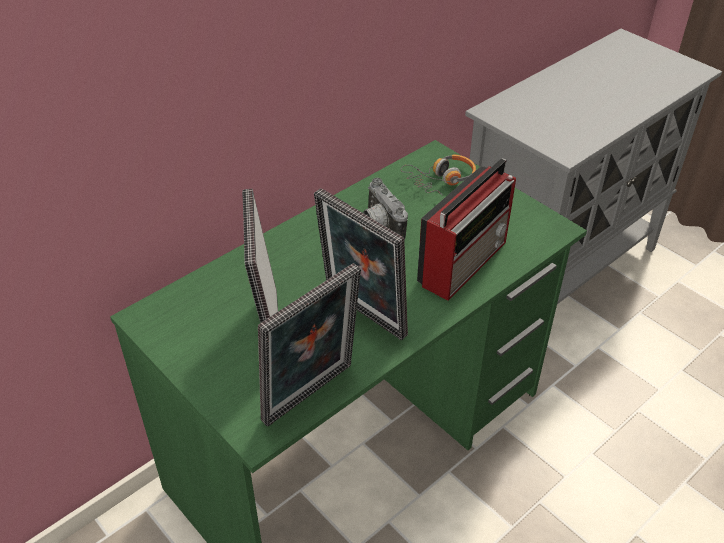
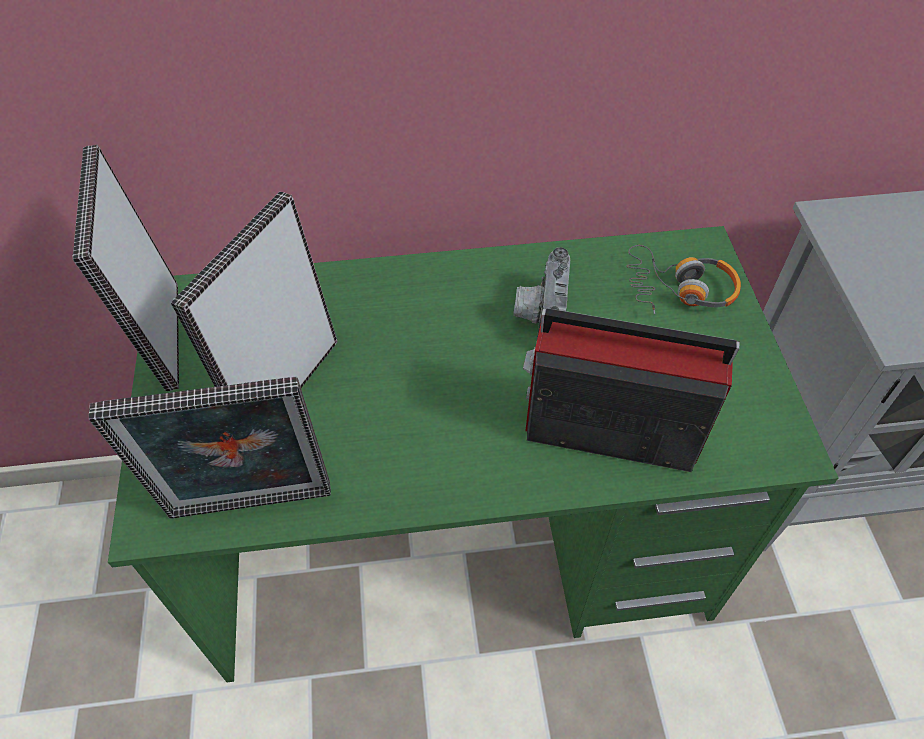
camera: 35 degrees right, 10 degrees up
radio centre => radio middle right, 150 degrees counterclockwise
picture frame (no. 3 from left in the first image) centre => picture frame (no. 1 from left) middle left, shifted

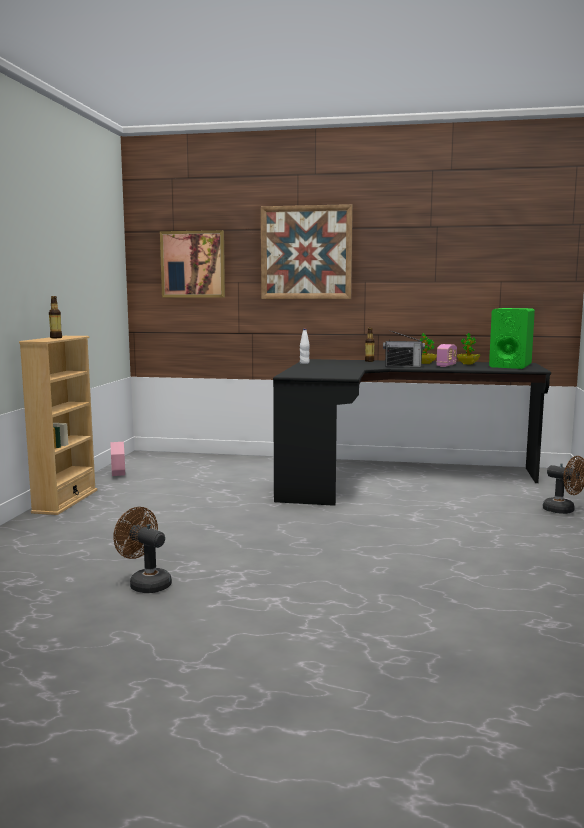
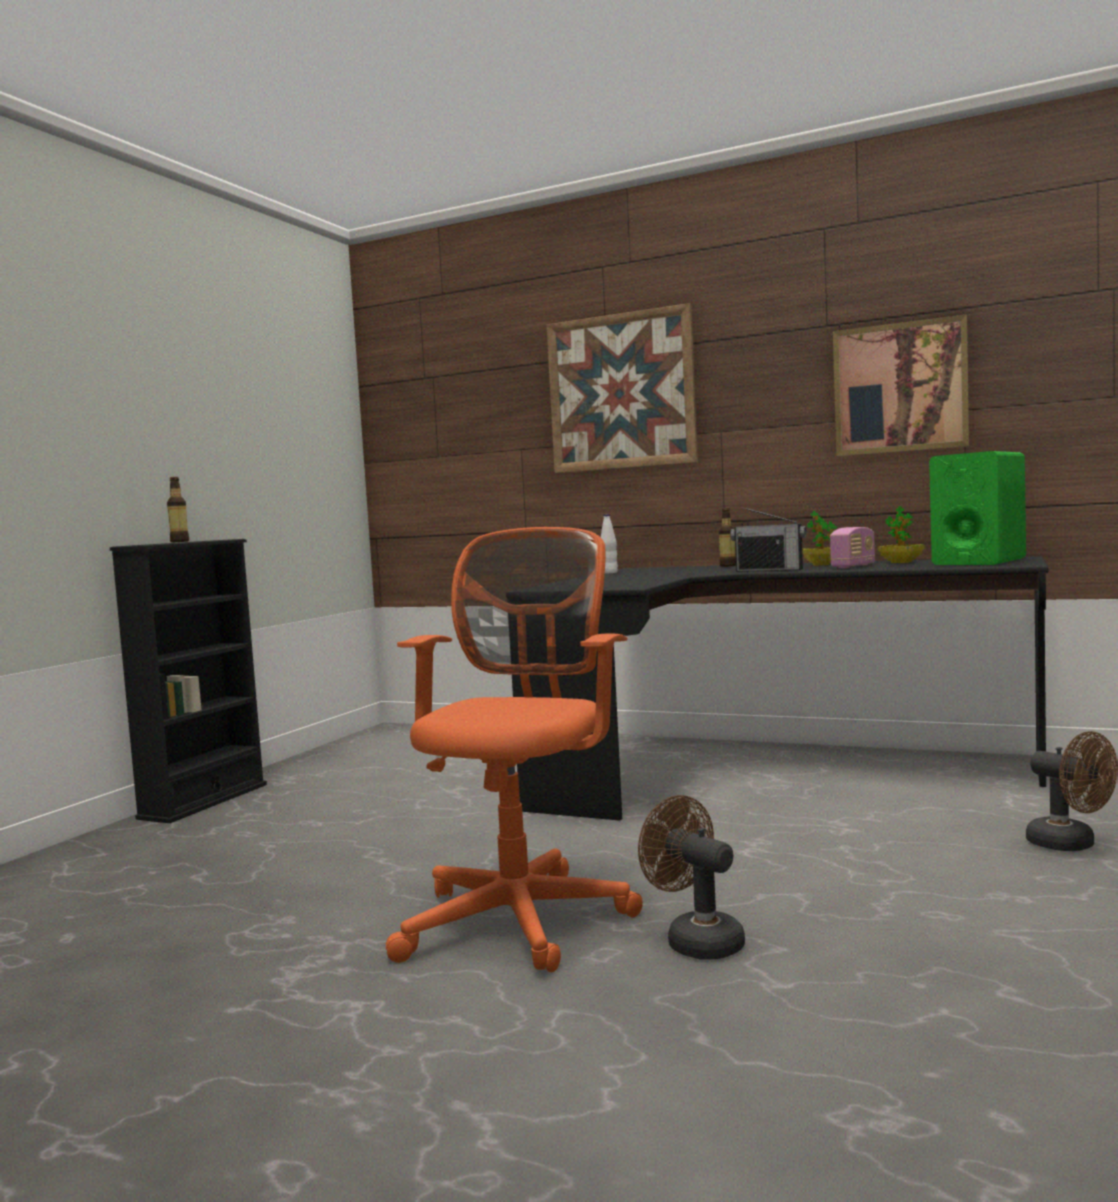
camera: 15 degrees right, 5 degrees down
picture (no. 1 from left in the first image) top left => picture (no. 2 from left) top right, shifted
beige bookcase middle left => black bookcase middle left
pink planter middle left => nothing
brown fan (no. 1 from left) middle left => brown fan (no. 1 from left) bottom centre, shifted
nothing => orange office chair centre

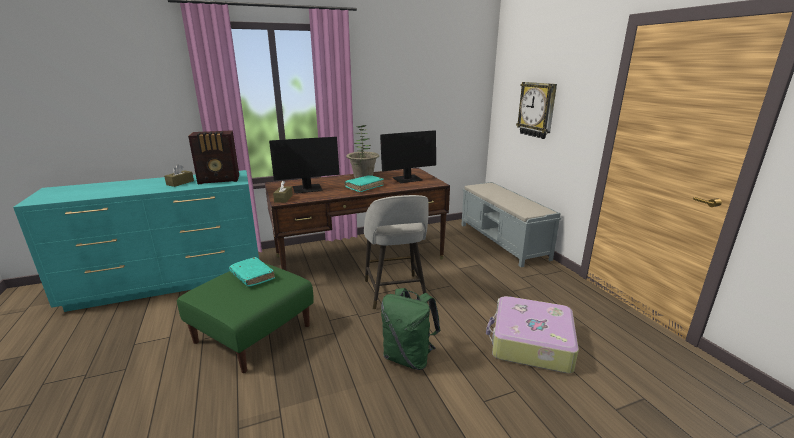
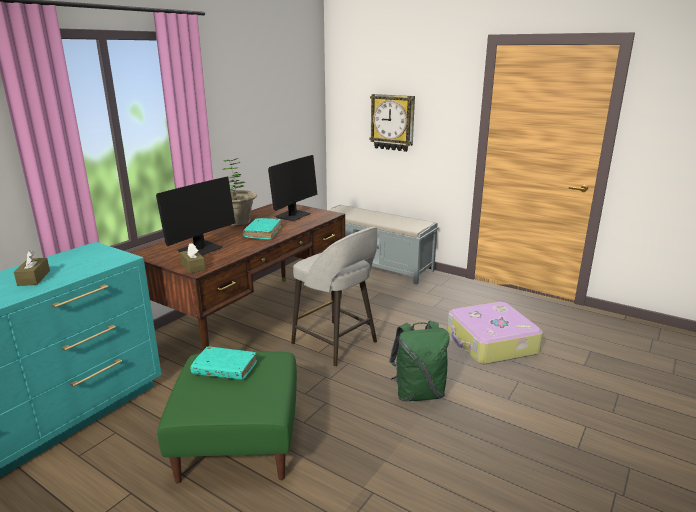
camera: 35 degrees left, 0 degrees up
radio middle left => nothing

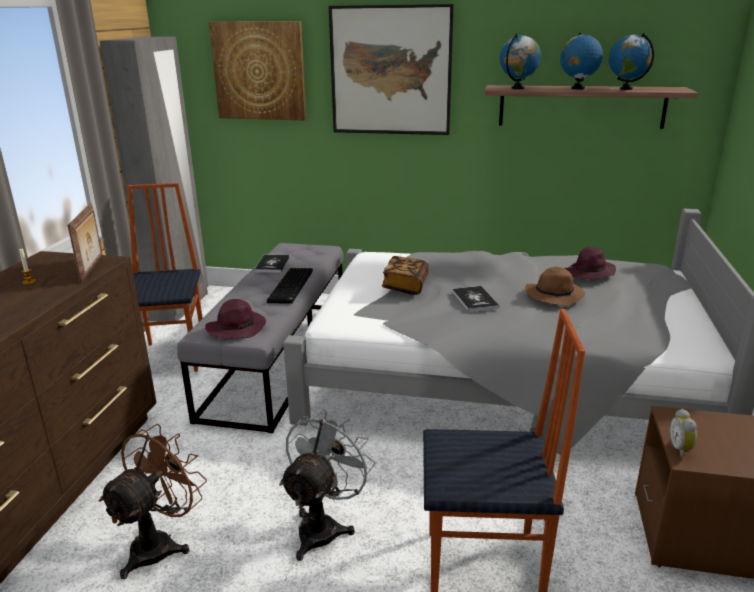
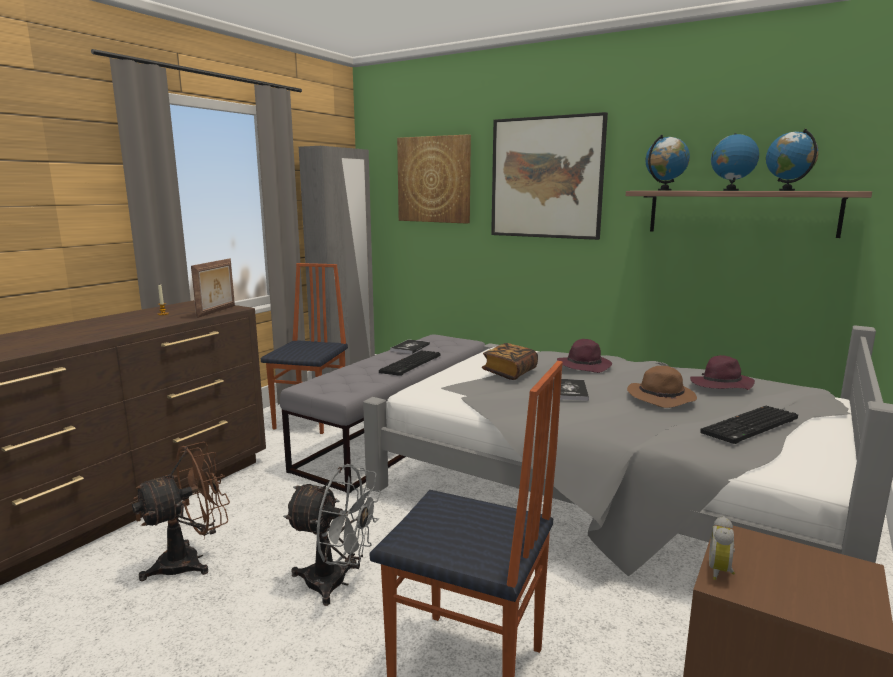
camera: 20 degrees right, 10 degrees down
purple hat (no. 1 from left) middle left => purple hat (no. 1 from left) centre, shifted
grey fan bottom centre, 60 degrees clockwise
nothing => keyboard (no. 2 from left) middle right

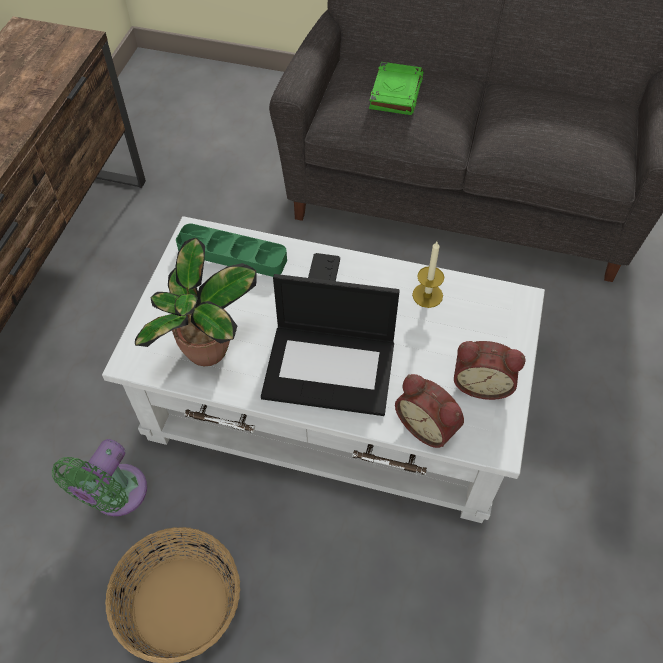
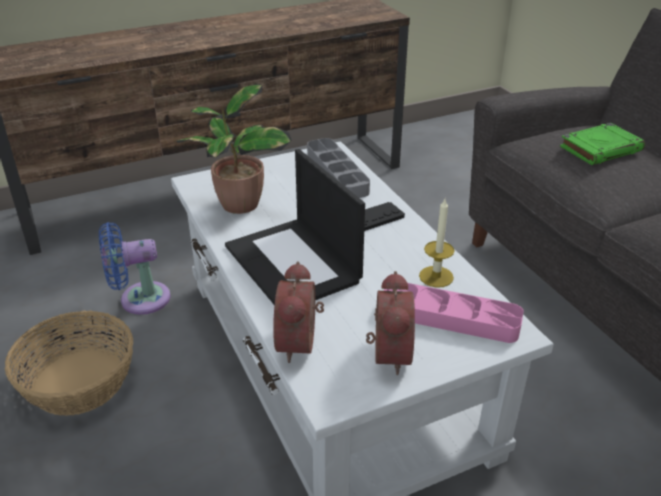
camera: 50 degrees right, 20 degrees down
green tray centre => grey tray centre
alarm clock (no. 2 from left) middle right => alarm clock (no. 2 from left) centre, 150 degrees counterclockwise
green fan bottom left => blue fan middle left
nothing => pink tray middle right

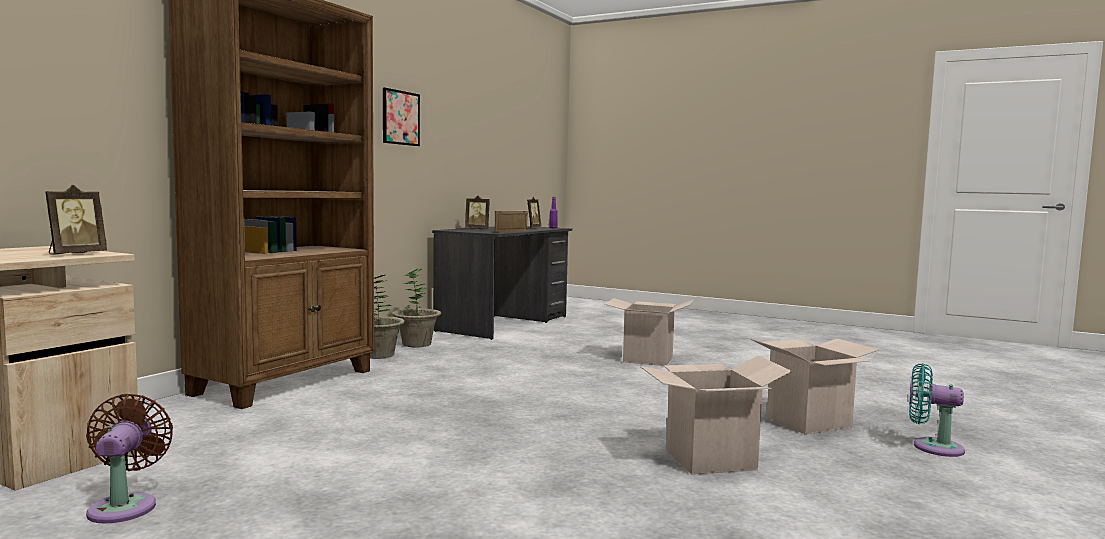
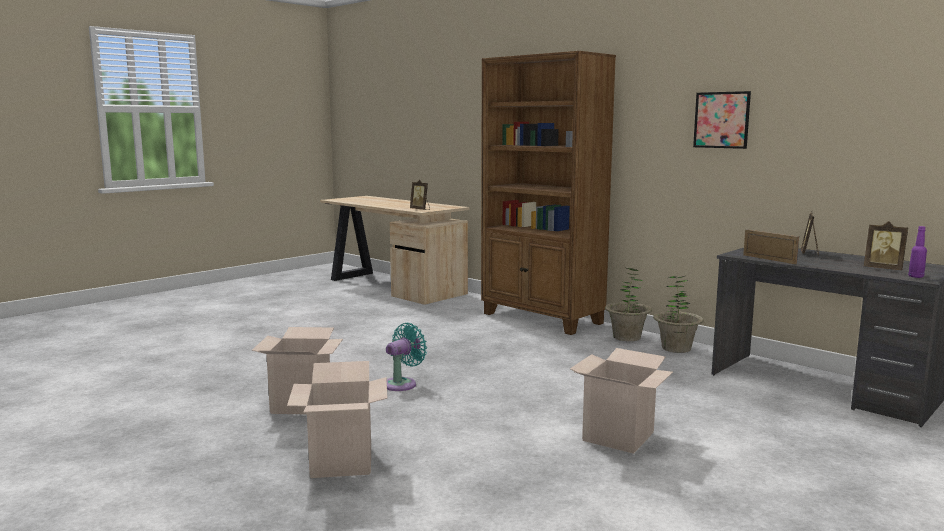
camera: 105 degrees right, 5 degrees up
turquoise fan bottom right => turquoise fan bottom centre, shifted
brown fan bottom left => nothing

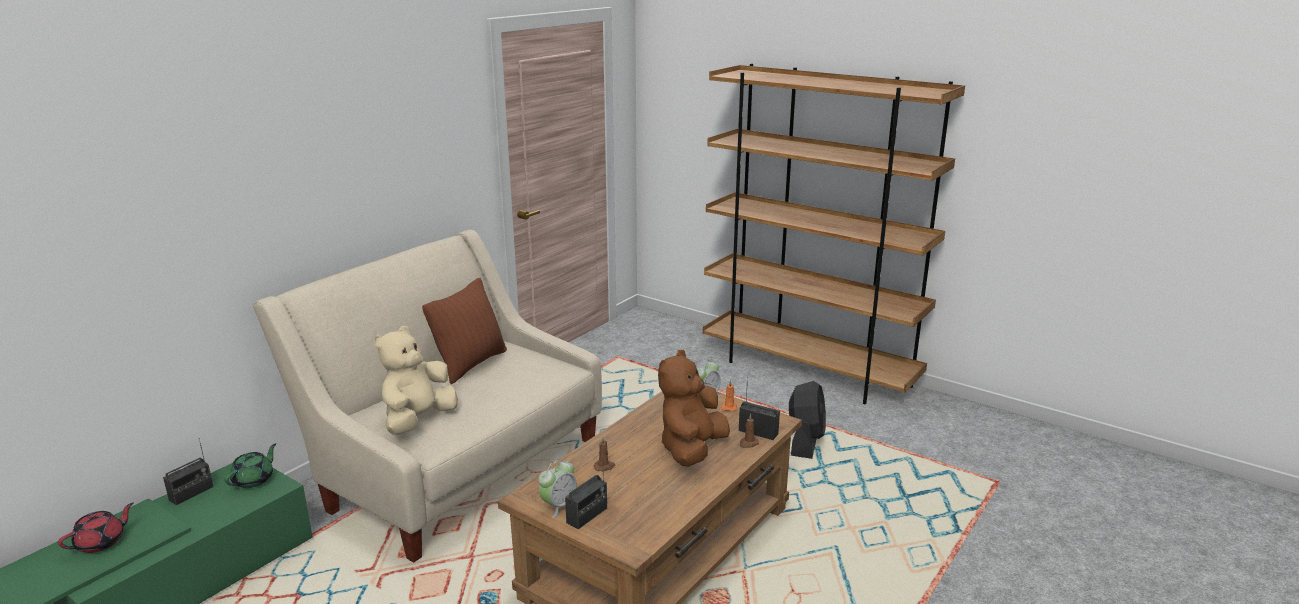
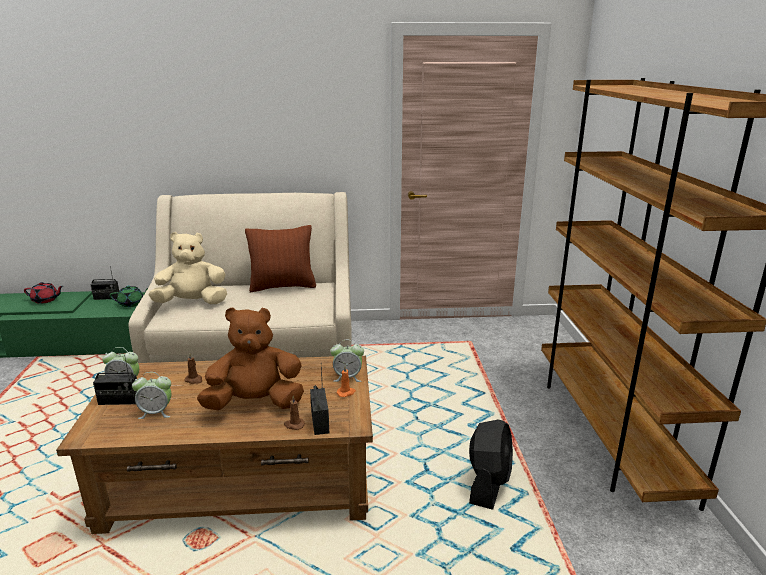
camera: 50 degrees right, 0 degrees up
black fan bottom centre, 45 degrees counterclockwise
nothing => alarm clock (no. 2 from left) bottom left

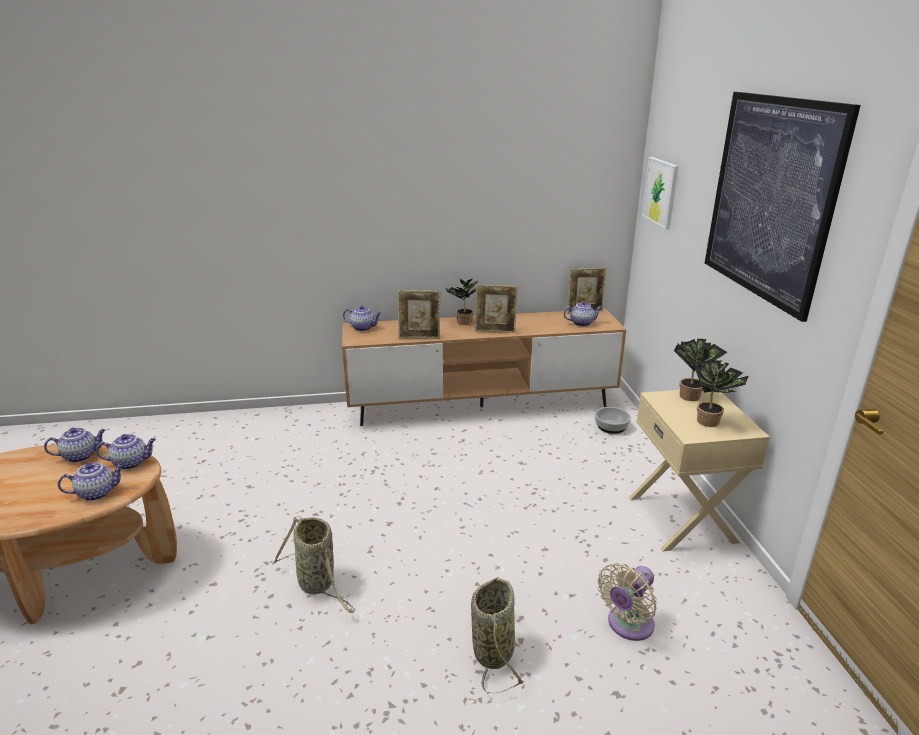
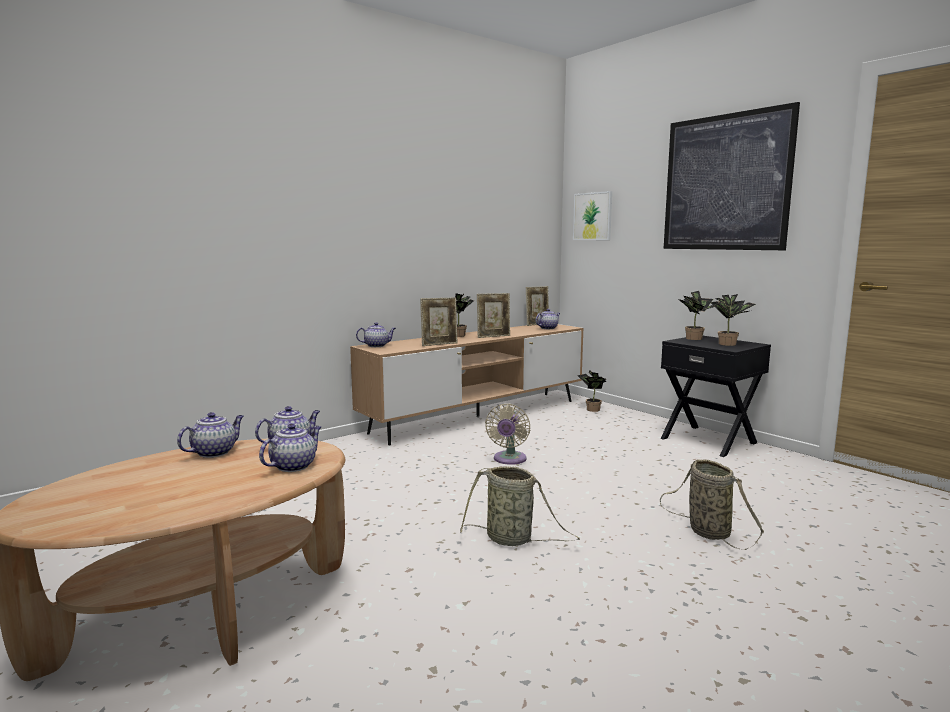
camera: 30 degrees left, 15 degrees down
beige nightstand middle right => black nightstand middle right
bowl middle right => potted plant (no. 2 from left) centre
beige fan bottom right => beige fan centre, shifted

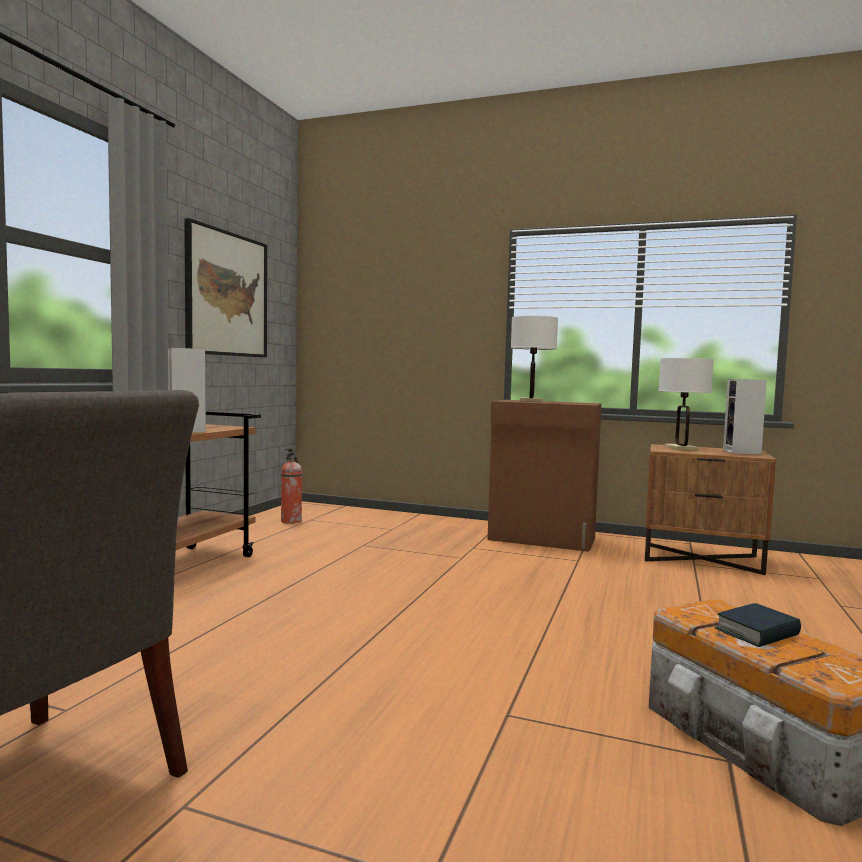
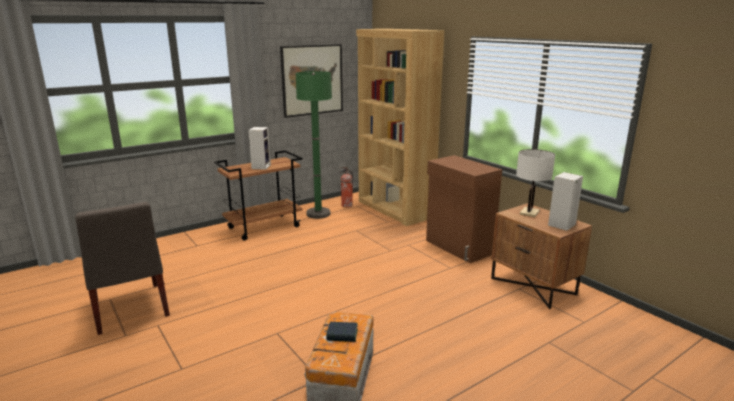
camera: 35 degrees right, 15 degrees up
white table lamp (no. 1 from left) centre => nothing
nothing => brown bookcase top centre
nothing => green floor lamp centre

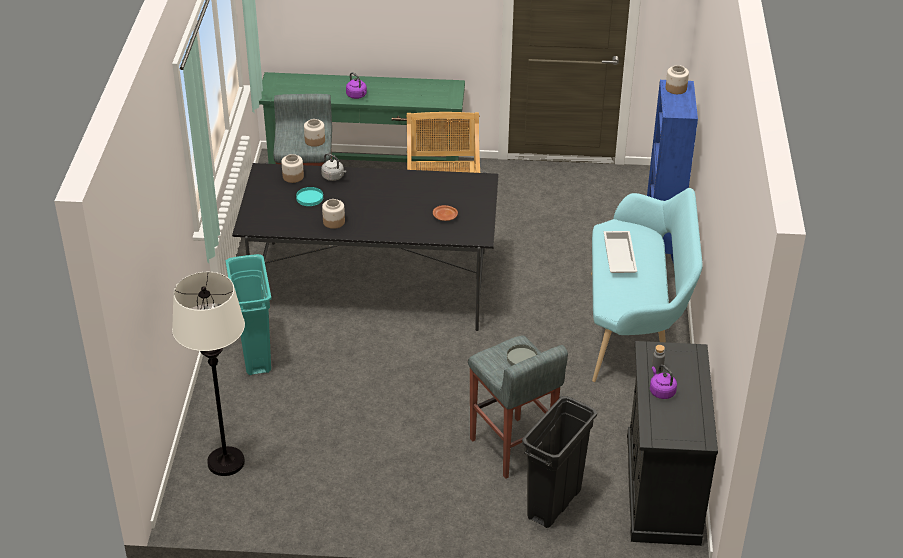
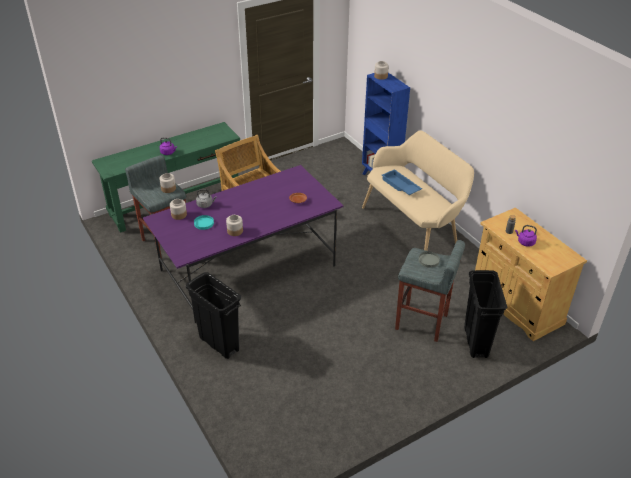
camera: 35 degrees left, 0 degrees up
black dining table centre => purple dining table centre
turquoise bench middle right => beige bench centre
white tray middle right => blue tray centre
turquoise trash can middle left => black trash can (no. 1 from left) centre
white floor lamp bottom left => nothing
black cabinet bottom right => beige cabinet middle right

